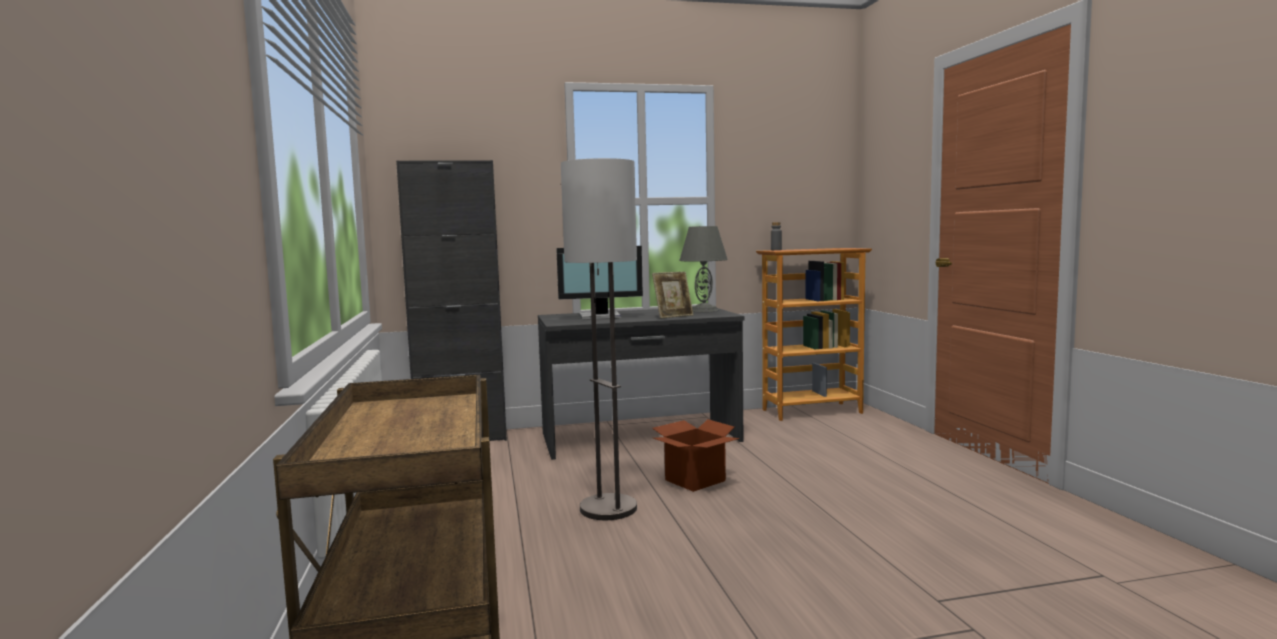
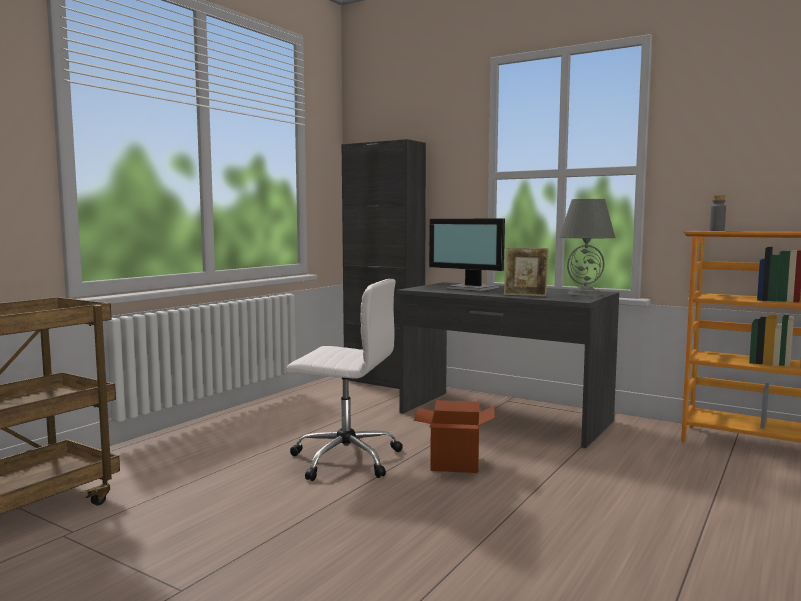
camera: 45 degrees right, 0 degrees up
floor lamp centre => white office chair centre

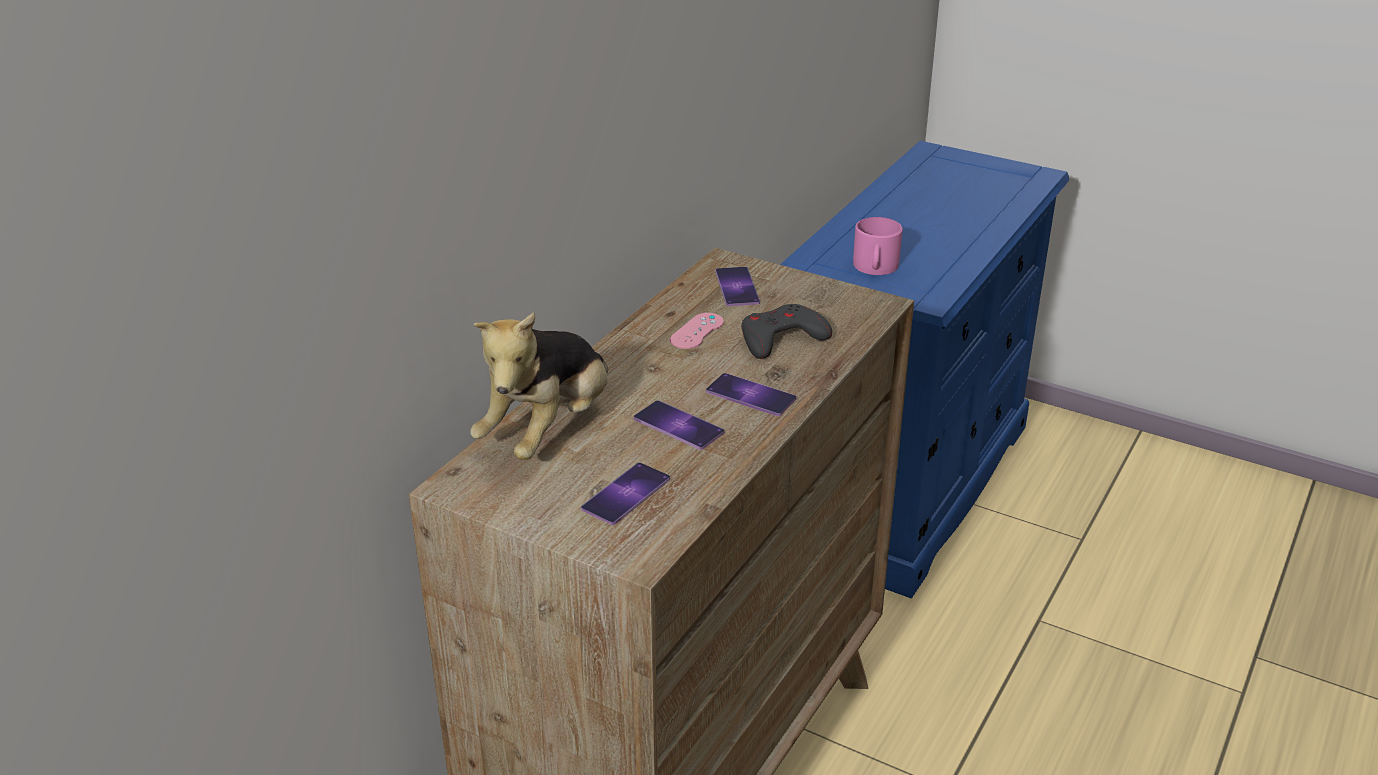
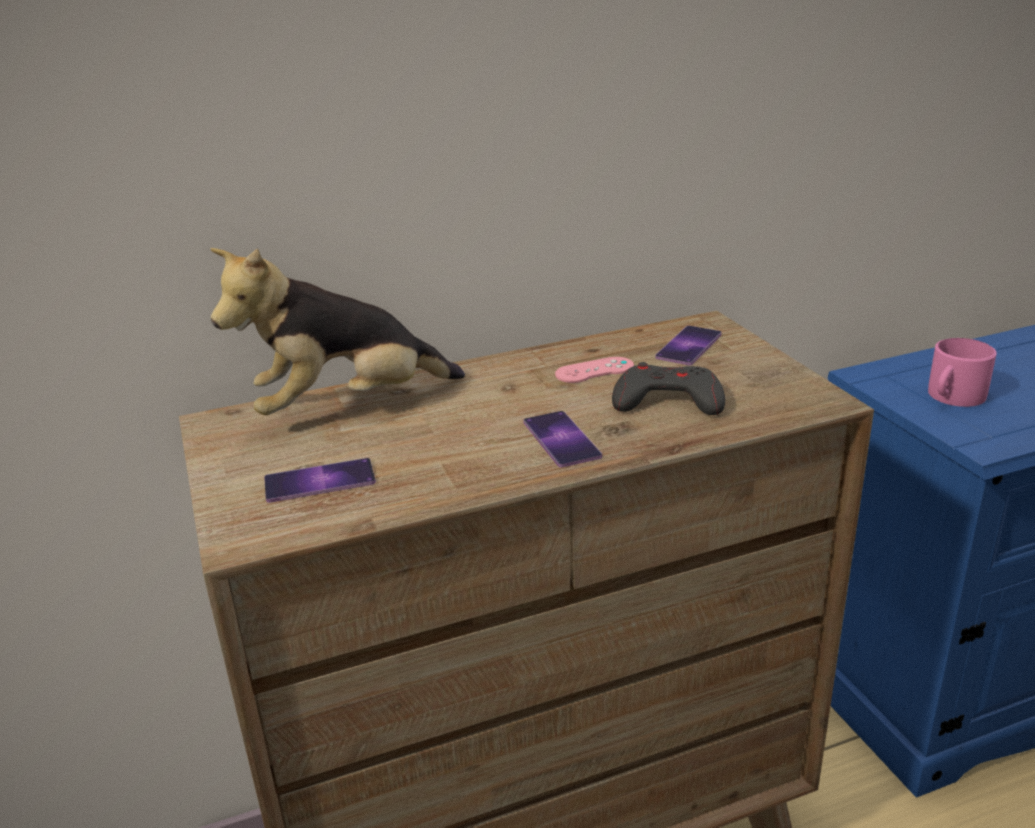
camera: 40 degrees right, 5 degrees down
phone (no. 2 from left) centre => nothing

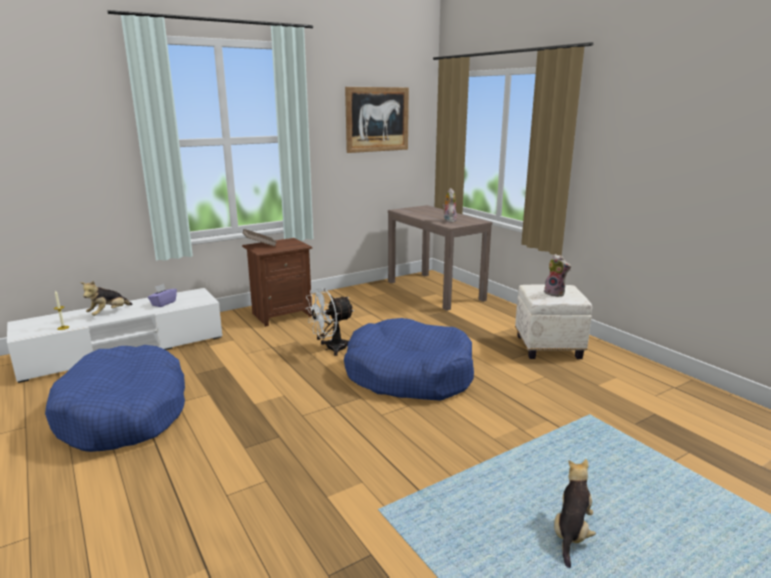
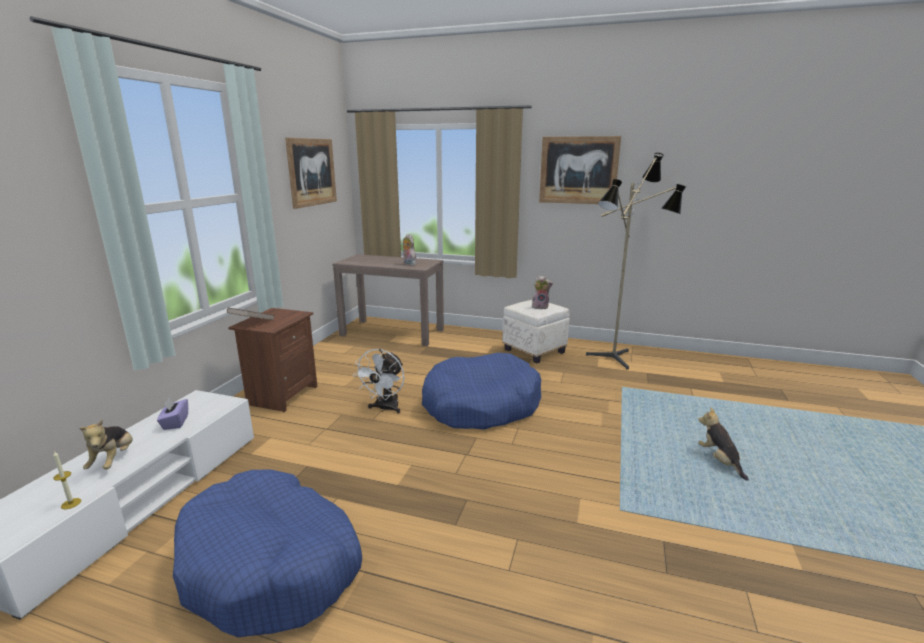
camera: 40 degrees left, 0 degrees up
nothing => picture (no. 2 from left) top centre
nothing => floor lamp middle right

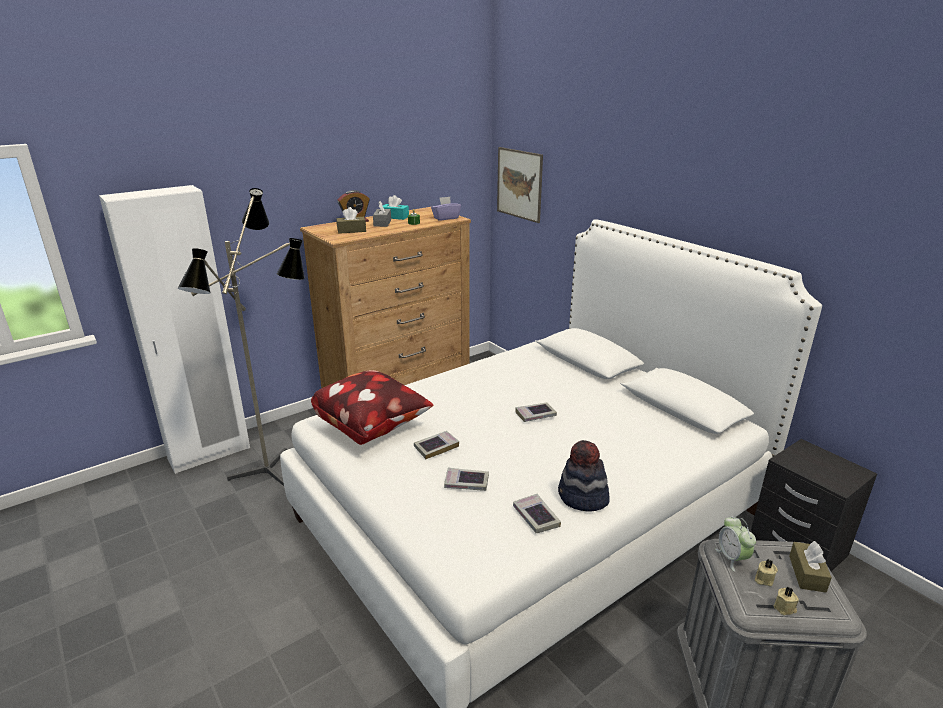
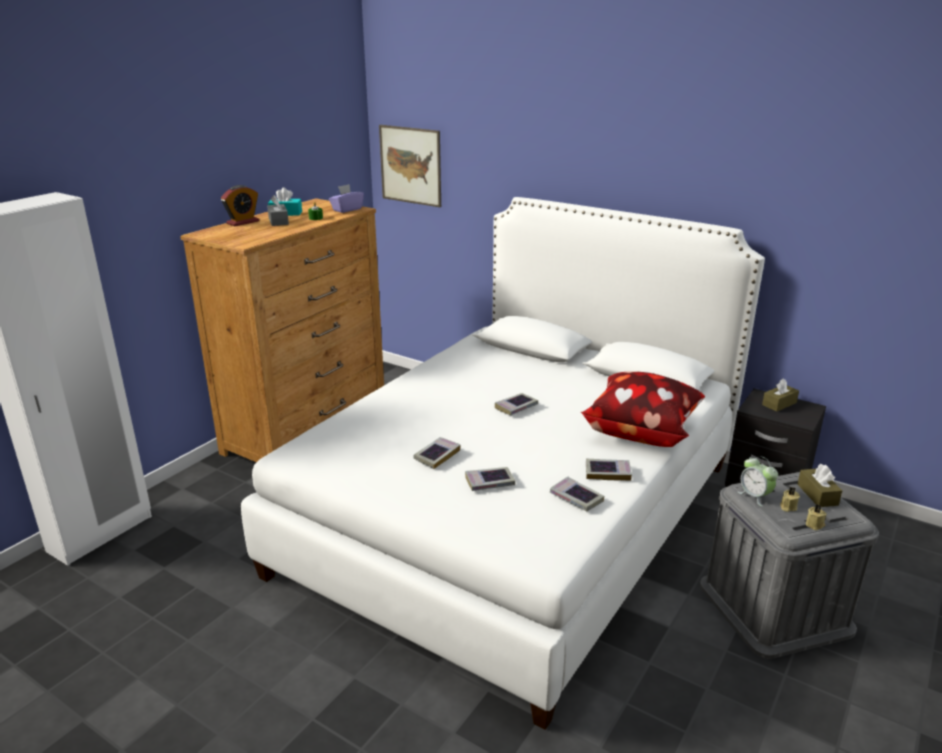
camera: 20 degrees left, 0 degrees up
floor lamp middle left => nothing
brown tissue box (no. 1 from left) top centre => brown tissue box (no. 1 from left) middle right, shifted
pillow centre => pillow middle right, shifted
hat bottom centre => book (no. 5 from left) centre

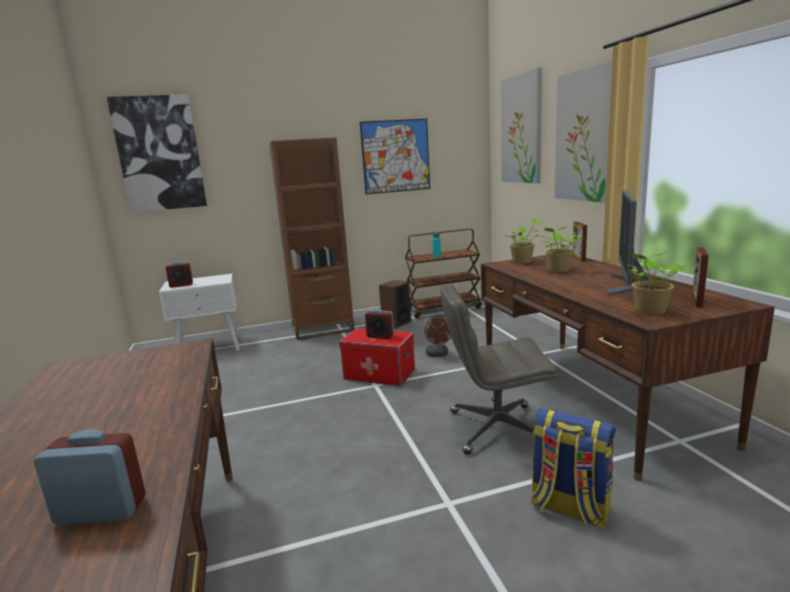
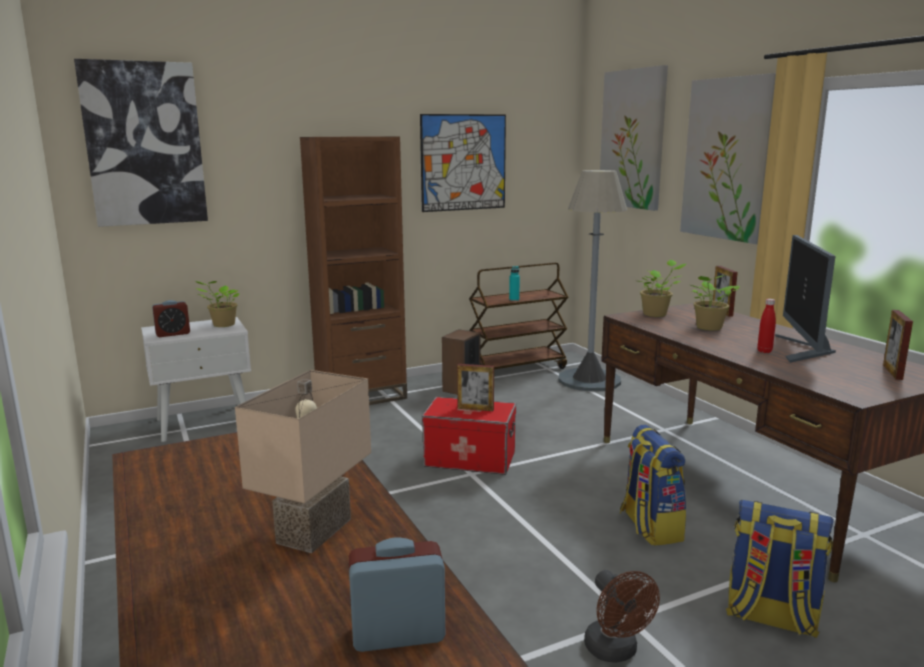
camera: 10 degrees left, 0 degrees up
potted plant (no. 3 from left in the first image) middle right => potted plant (no. 1 from left) middle left, shifted
grey office chair centre => backpack (no. 1 from left) bottom right
alarm clock (no. 3 from left) centre => picture frame (no. 1 from left) centre
brown fan centre => brown fan bottom right, shifted
nothing => grey floor lamp centre
nothing => red bottle middle right
nothing => beige table lamp bottom left

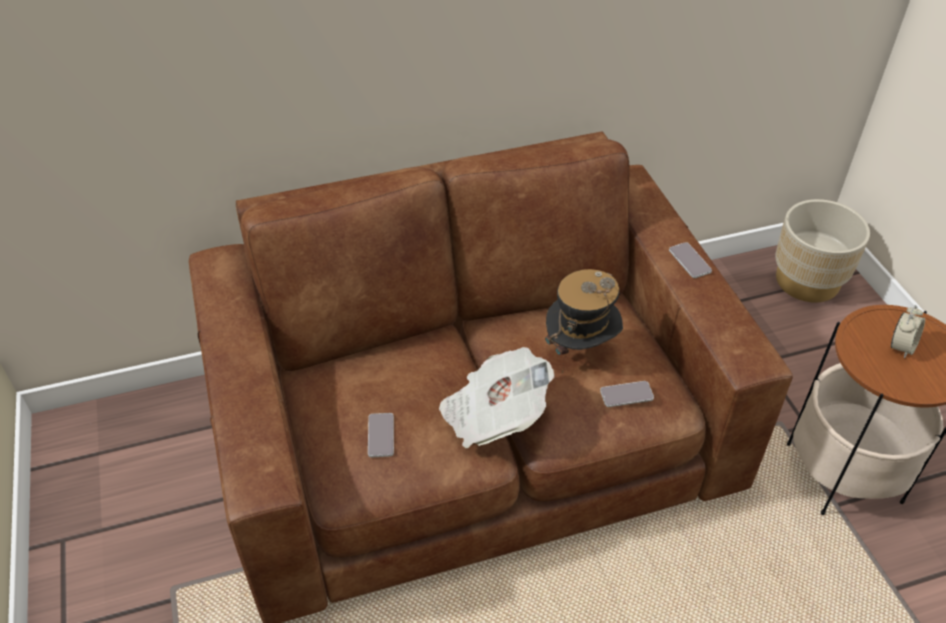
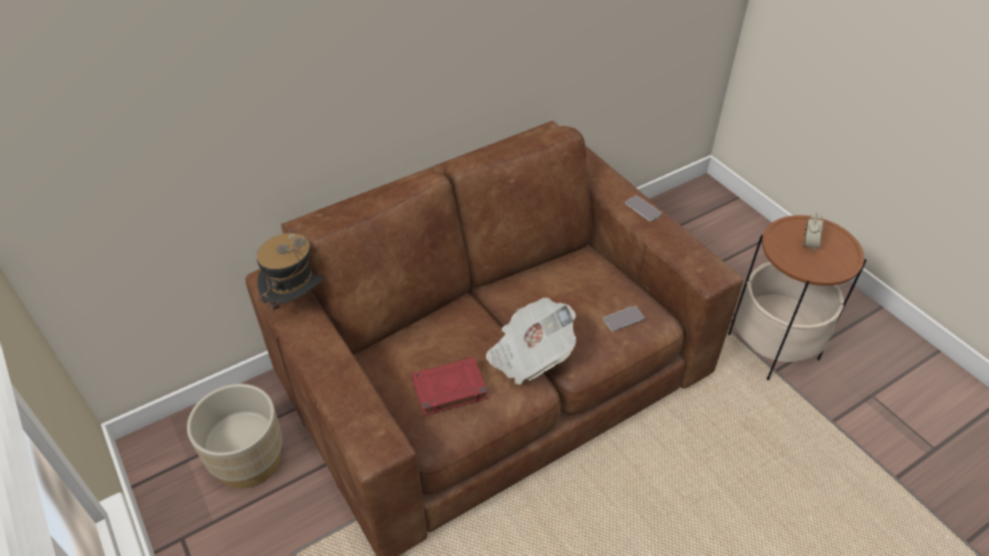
camera: 15 degrees left, 0 degrees up
beige planter middle right => beige planter bottom left, shifted
hat centre => hat middle left, shifted
phone (no. 1 from left) bottom centre => red book bottom centre

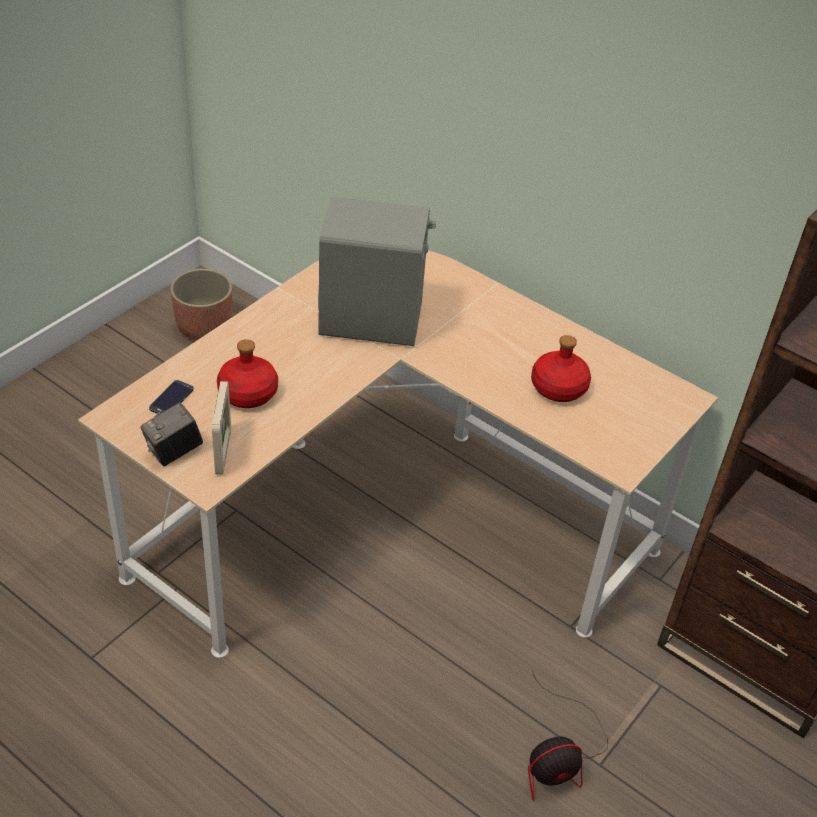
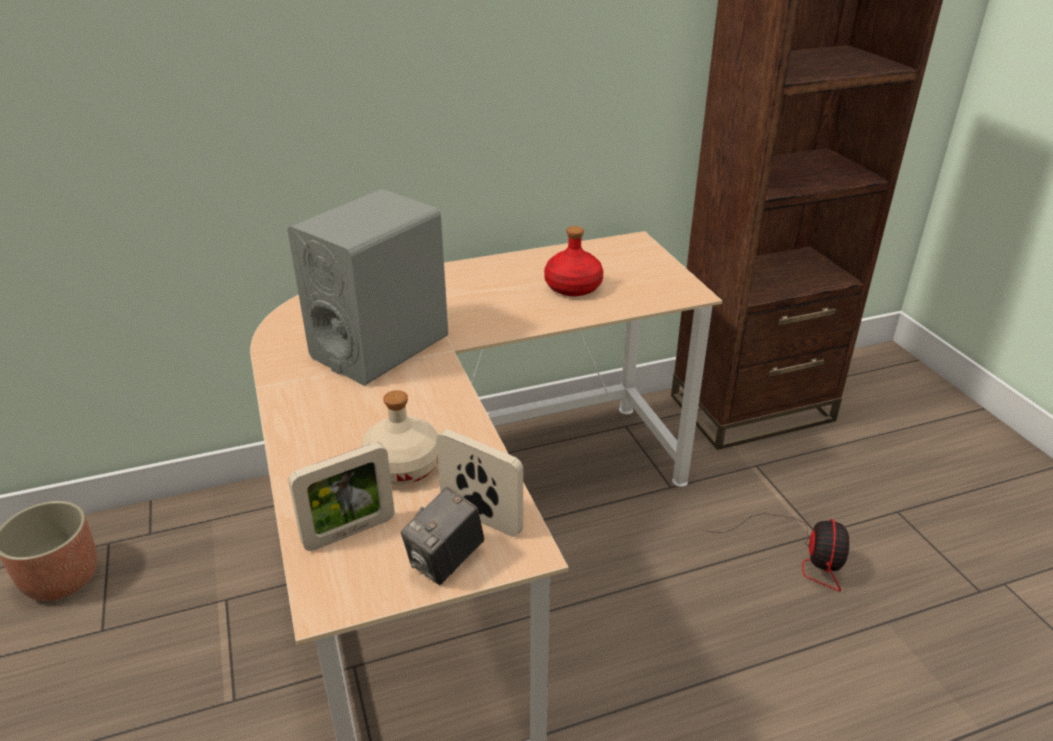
camera: 55 degrees left, 10 degrees down
red bottle (no. 1 from left) middle left => beige bottle centre
phone middle left => picture frame (no. 1 from left) bottom left
photo camera middle left => photo camera bottom centre, 45 degrees clockwise

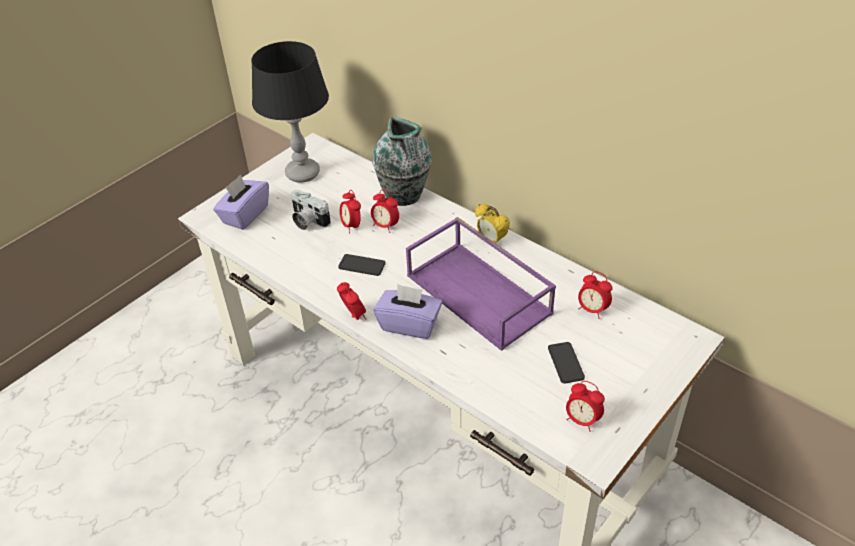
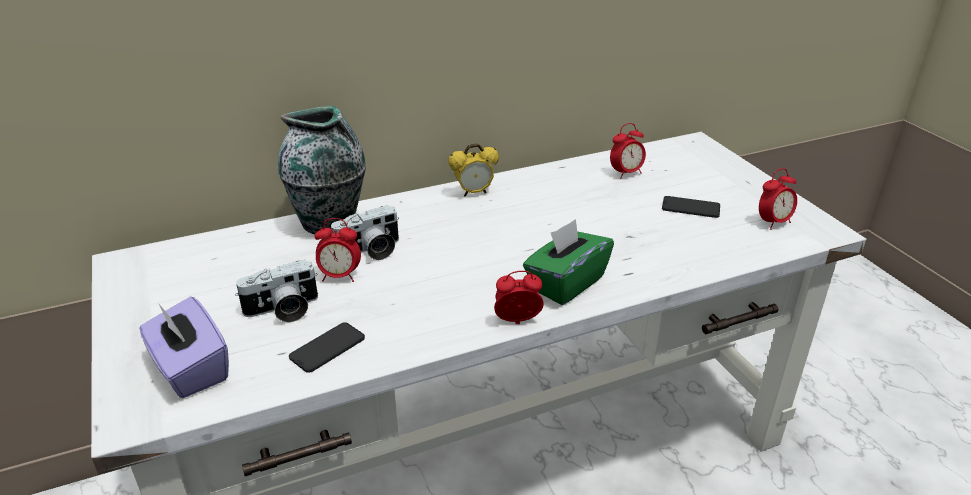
camera: 65 degrees left, 10 degrees down
black table lamp top centre => nothing
alarm clock (no. 3 from left) centre => photo camera (no. 2 from left) centre
purple tray centre => nothing
phone (no. 1 from left) centre => phone (no. 1 from left) bottom centre, shifted
purple tissue box (no. 2 from left) centre => green tissue box centre

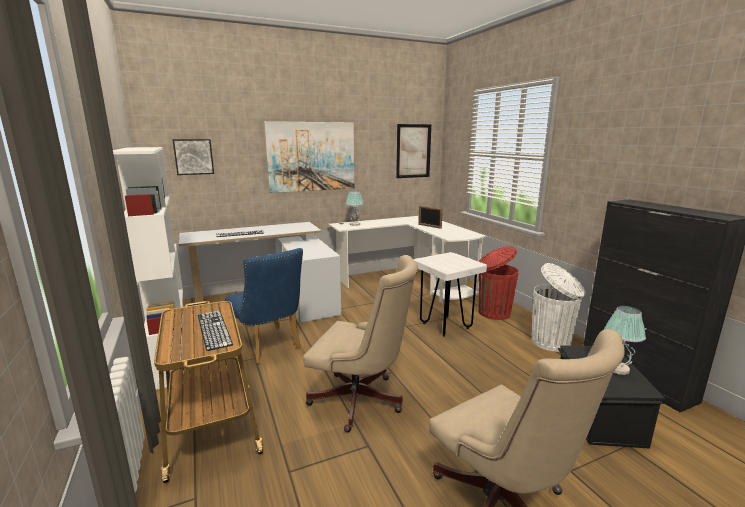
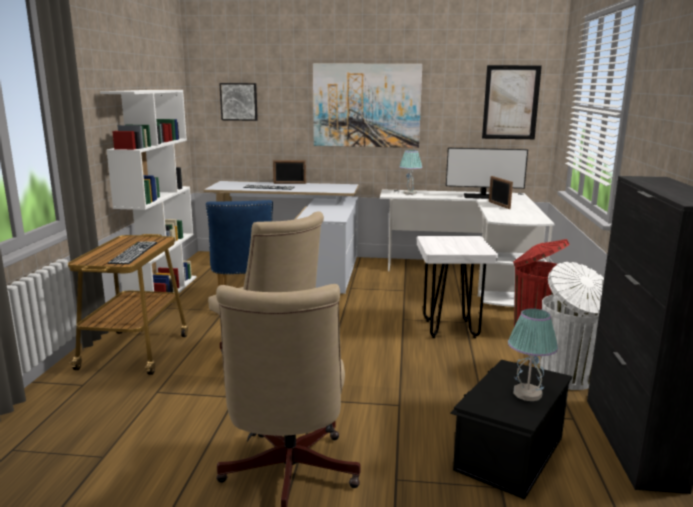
camera: 30 degrees right, 0 degrees up
nothing => monitor middle right
nothing => picture frame (no. 1 from left) centre

